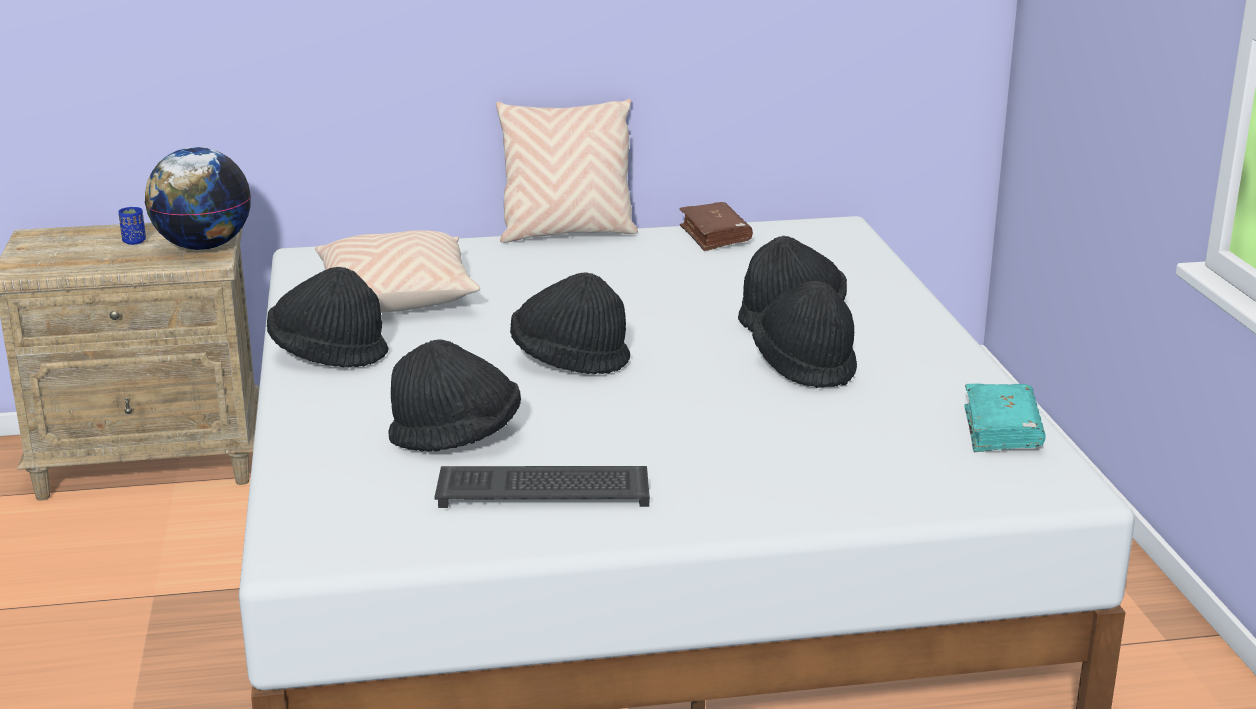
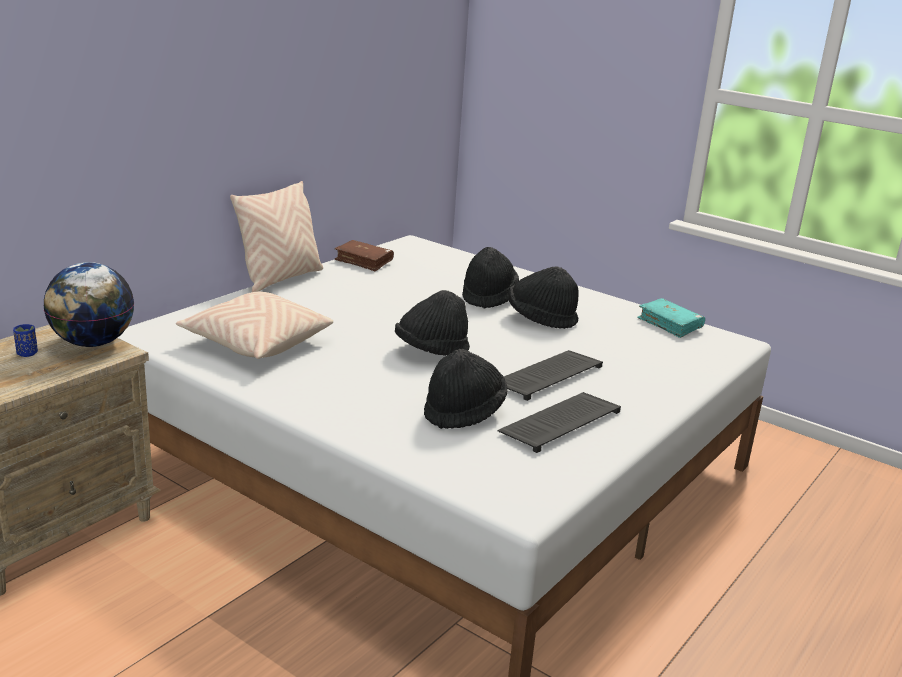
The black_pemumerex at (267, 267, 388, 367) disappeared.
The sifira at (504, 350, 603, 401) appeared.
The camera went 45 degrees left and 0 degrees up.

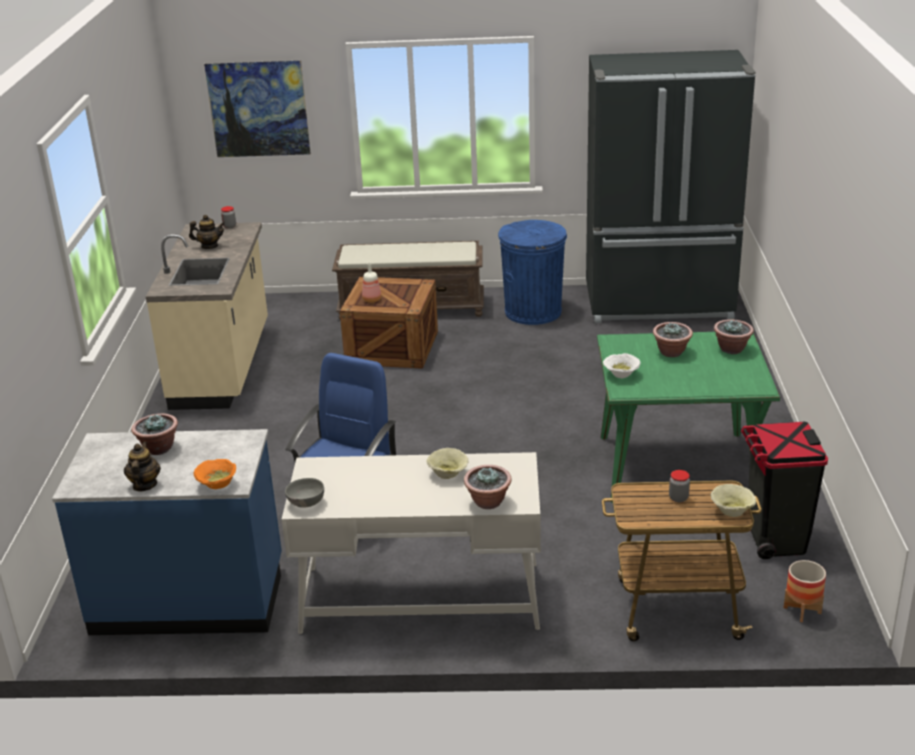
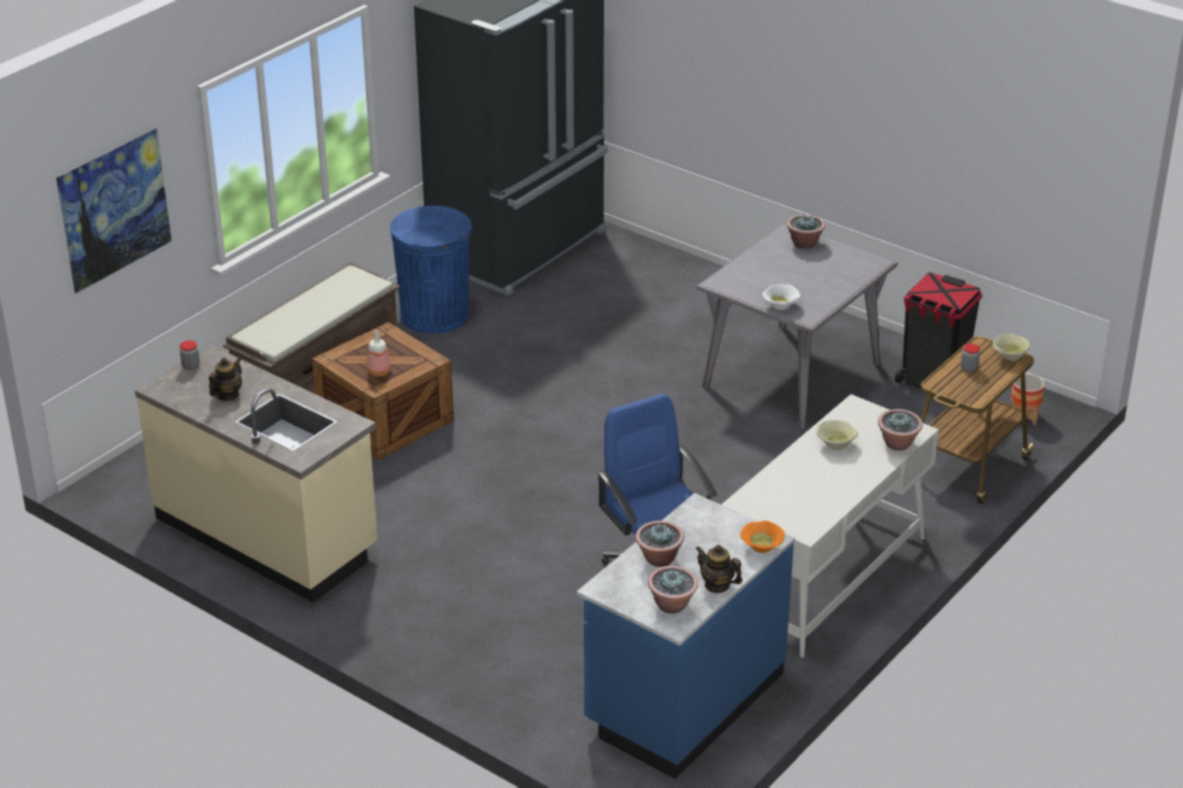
The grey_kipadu at (285, 478, 324, 508) disappeared.
The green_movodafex at (597, 332, 780, 503) became the grey_movodafex at (697, 222, 898, 428).
The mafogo moved from (653, 322, 693, 357) to (648, 566, 698, 614).
The camera went 55 degrees left and 5 degrees up.

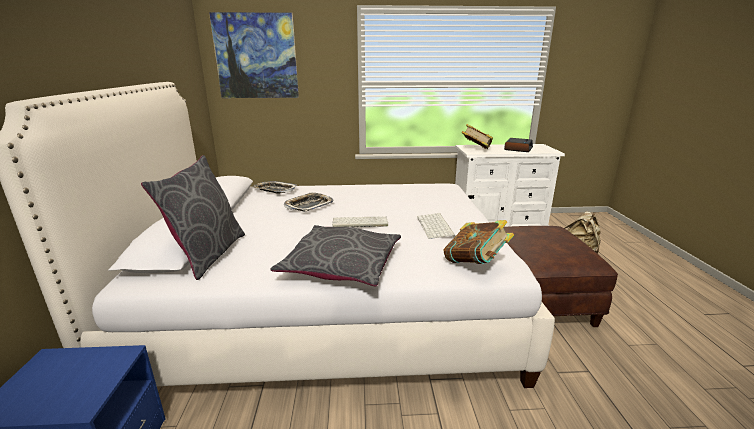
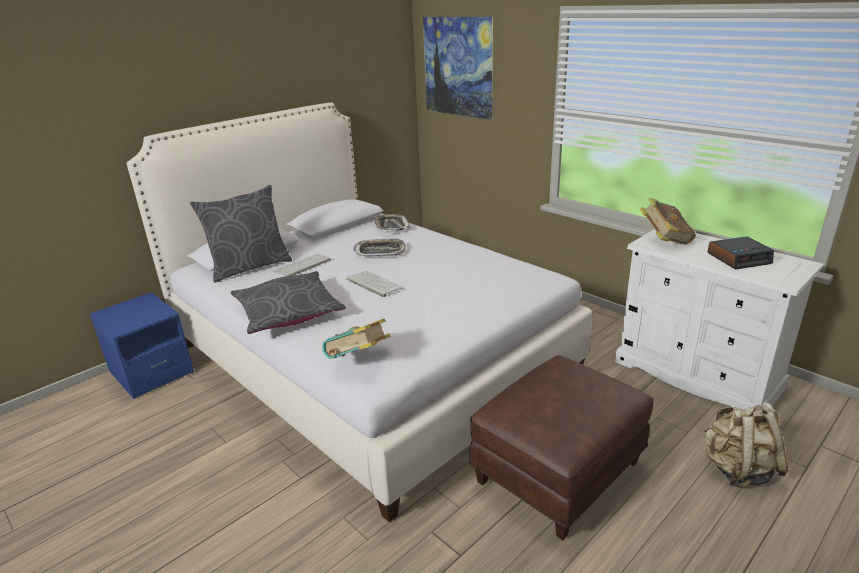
The sifira moved from (417, 213, 456, 239) to (273, 254, 331, 277).
The camera went 50 degrees right and 5 degrees up.

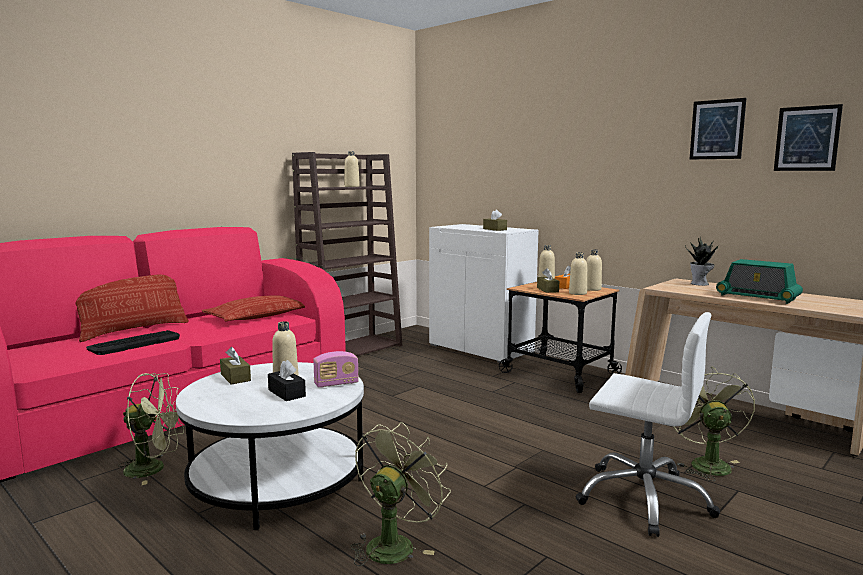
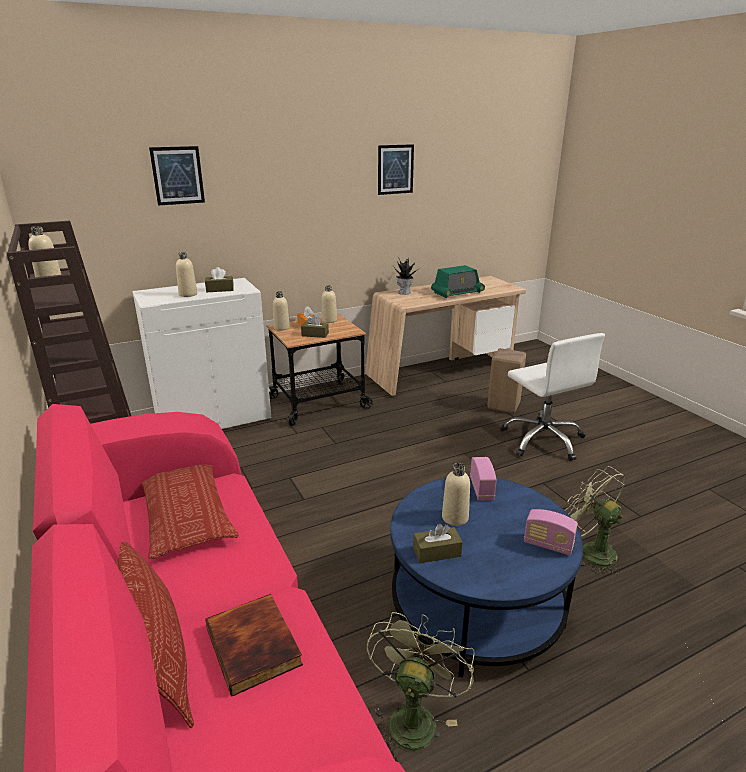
The sifira at (86, 330, 180, 355) was replaced by the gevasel at (205, 594, 303, 697).
The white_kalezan at (176, 362, 364, 530) became the blue_kalezan at (390, 476, 583, 678).
The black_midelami at (268, 360, 306, 401) disappeared.
The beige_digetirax moved from (569, 252, 587, 295) to (176, 252, 197, 297).
The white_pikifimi at (576, 312, 720, 537) turned 105 degrees clockwise.
The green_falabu at (673, 366, 755, 481) was replaced by the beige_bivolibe at (487, 348, 526, 413).
The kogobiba moved from (774, 104, 843, 171) to (149, 146, 205, 206).
The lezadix at (524, 509, 578, 555) appeared.
The camera went 70 degrees left and 15 degrees up.

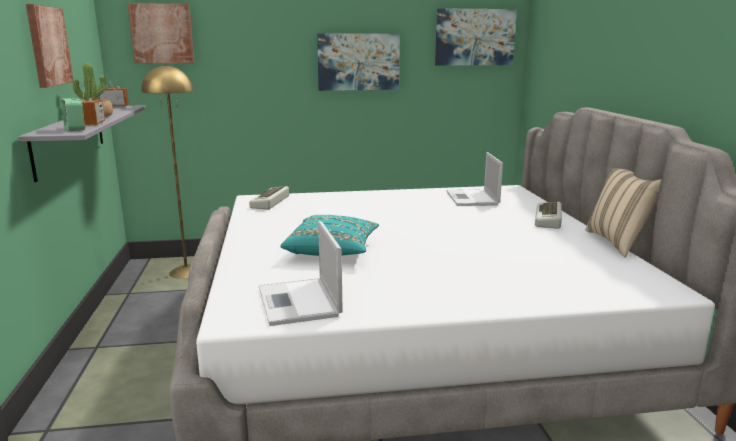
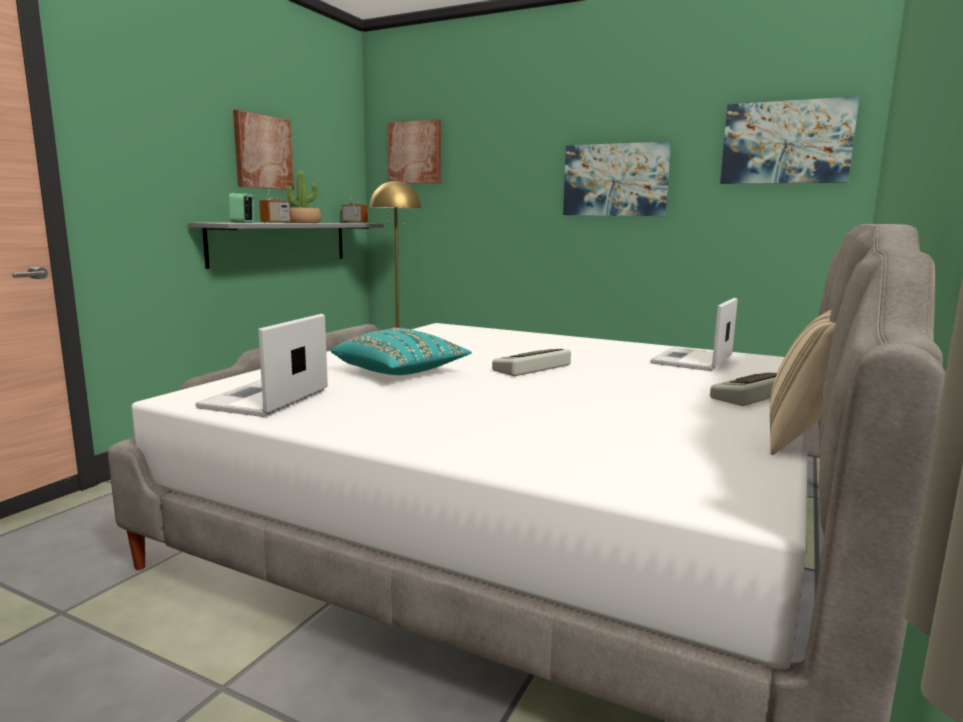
The sifira moved from (249, 186, 289, 210) to (492, 349, 571, 376).
The camera went 35 degrees right and 5 degrees down.

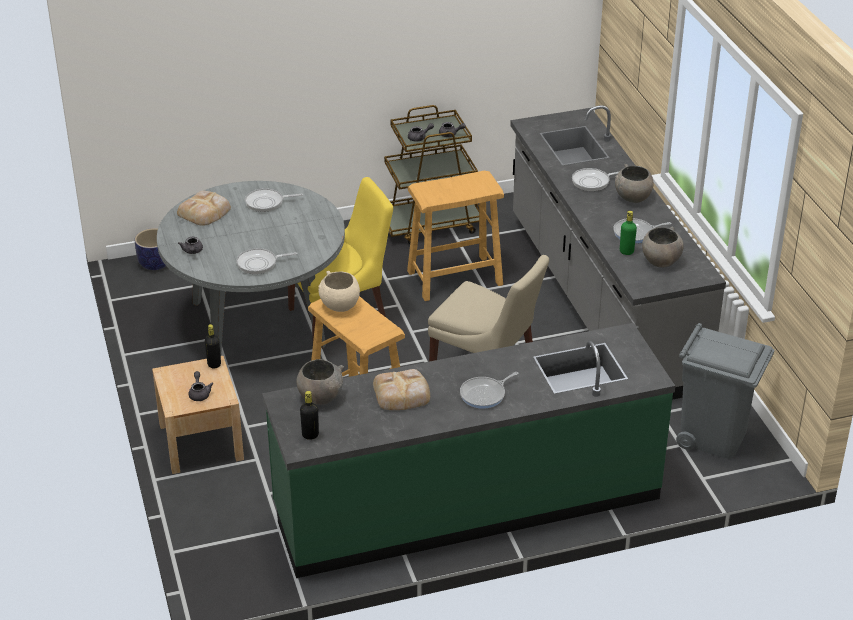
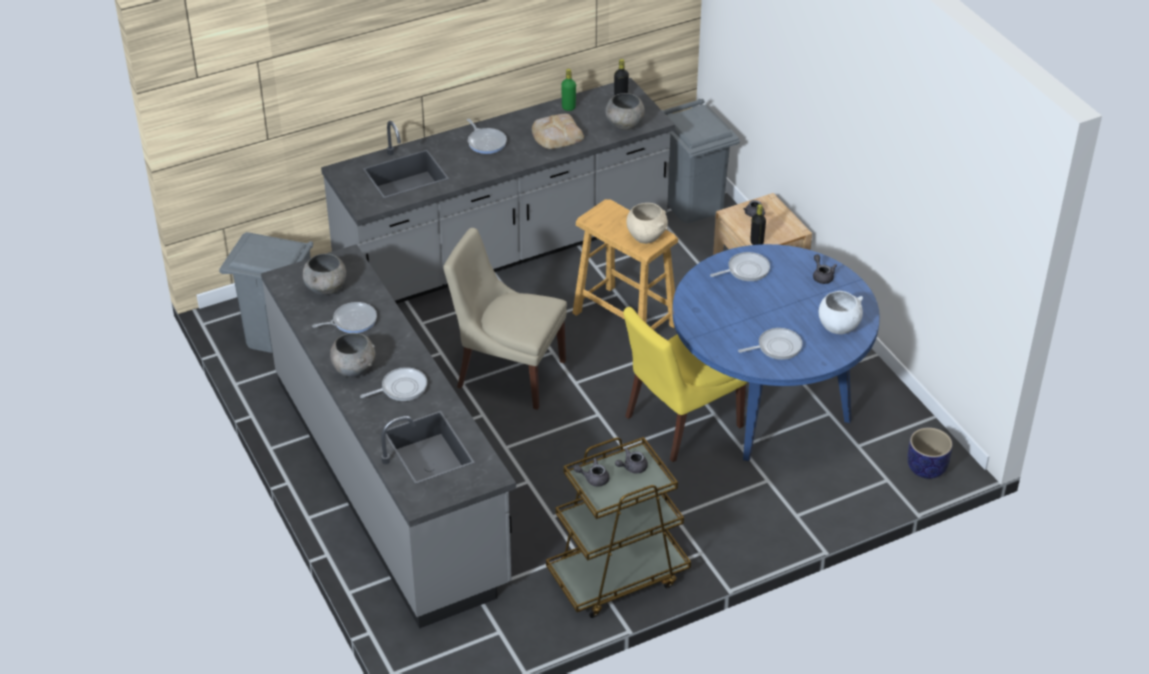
The grey_movodafex at (157, 181, 345, 355) became the blue_movodafex at (672, 244, 880, 461).
The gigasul at (177, 191, 231, 226) was replaced by the white_kipadu at (819, 291, 863, 334).
The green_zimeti at (262, 323, 675, 578) became the grey_zimeti at (321, 78, 675, 304).
The beige_bivolibe at (407, 171, 504, 301) disappeared.
The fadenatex at (460, 372, 518, 409) turned 105 degrees clockwise.
The green_digetirax moved from (620, 211, 637, 255) to (561, 69, 576, 111).
The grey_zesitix at (662, 99, 740, 223) appeared.
The camera went 170 degrees right and 5 degrees up.

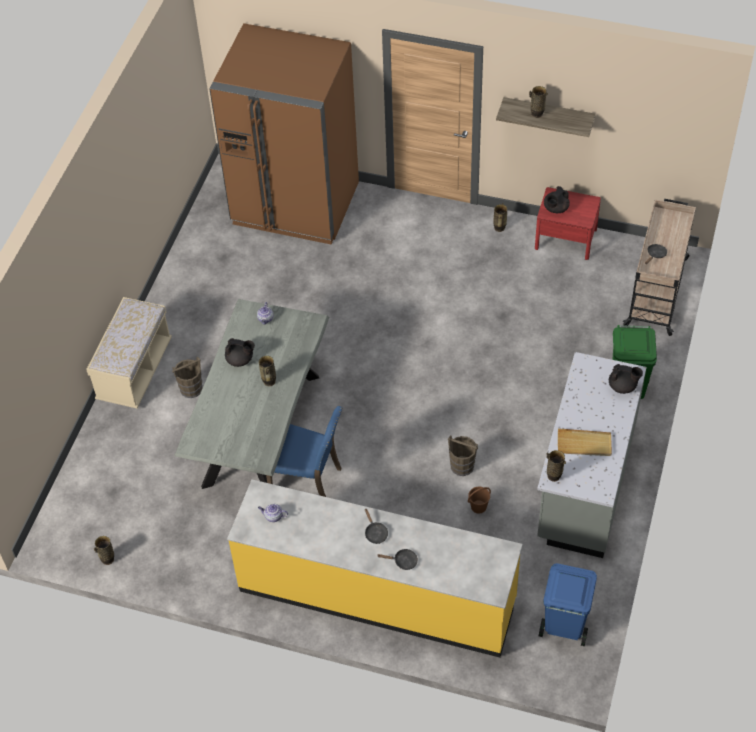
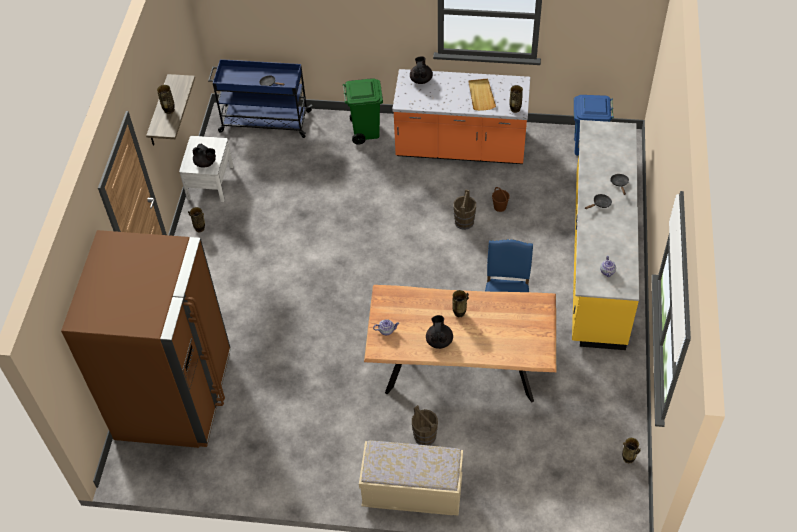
The grey_movodafex at (174, 299, 329, 489) became the brown_movodafex at (364, 285, 556, 403).
The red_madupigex at (535, 187, 601, 260) became the white_madupigex at (179, 136, 234, 202).
The grey_zimeti at (537, 352, 647, 558) became the orange_zimeti at (392, 69, 530, 164).
The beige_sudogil at (623, 199, 696, 336) became the blue_sudogil at (208, 59, 312, 138).
The camera went 100 degrees left and 0 degrees up.

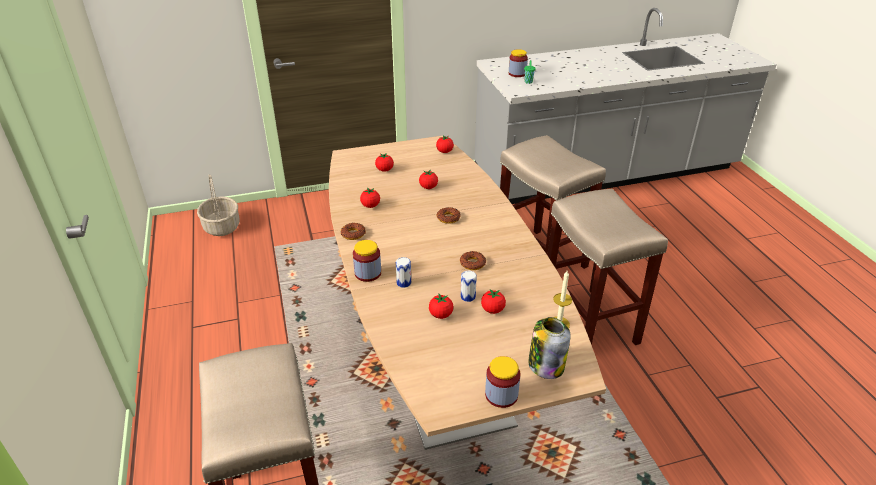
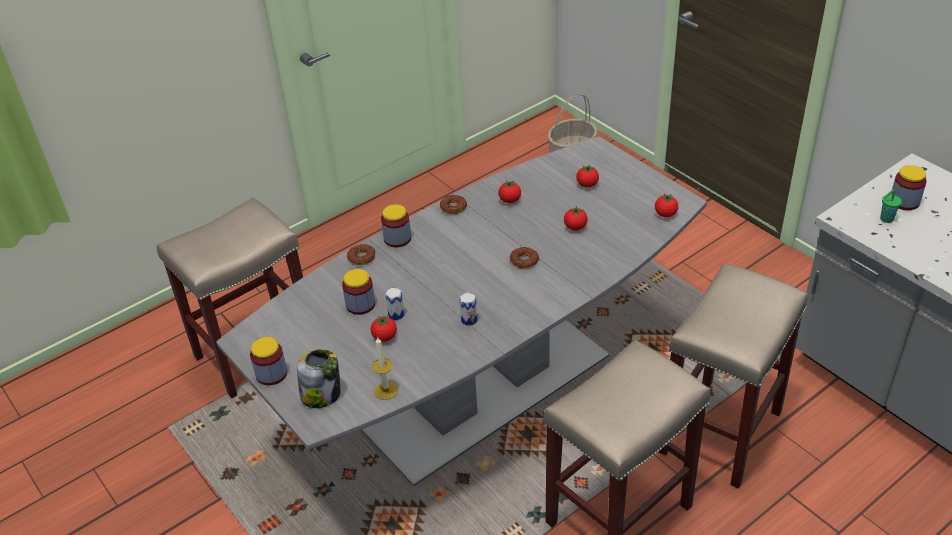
The brown_movodafex at (329, 136, 606, 450) became the grey_movodafex at (216, 136, 707, 486).
The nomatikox moved from (396, 257, 411, 288) to (459, 293, 478, 326).
The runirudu at (429, 293, 453, 319) was replaced by the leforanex at (342, 269, 375, 315).
The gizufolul moved from (460, 251, 486, 270) to (347, 244, 375, 265).
The camera went 70 degrees right and 5 degrees up.

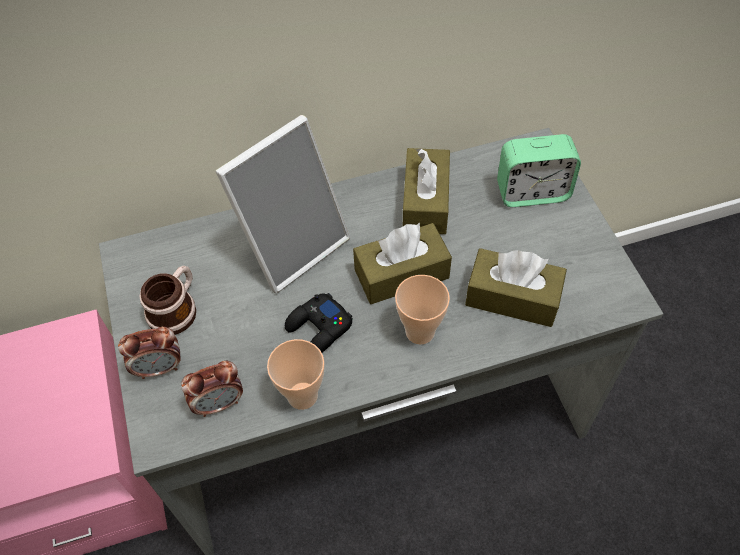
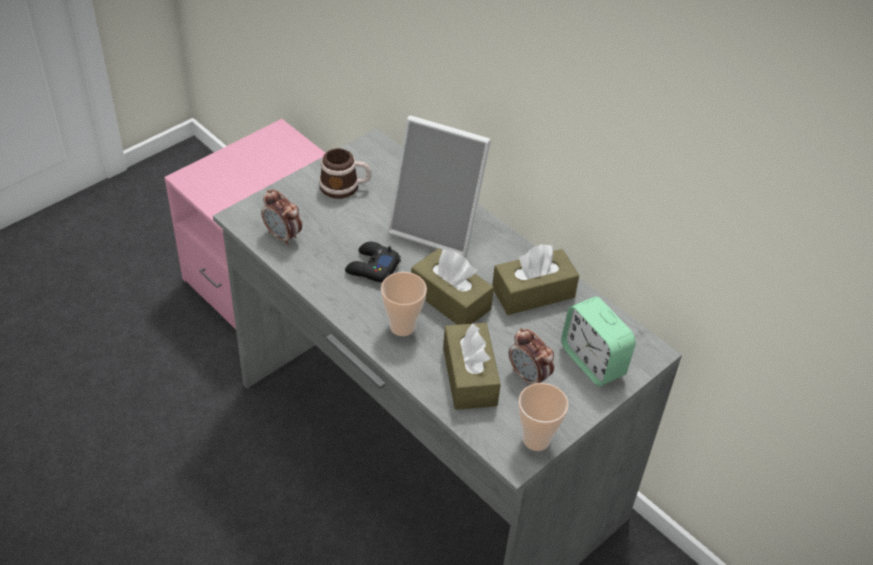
The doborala moved from (118, 327, 180, 379) to (509, 328, 554, 384).
The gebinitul moved from (267, 339, 325, 410) to (518, 383, 568, 451).
The camera went 60 degrees right and 10 degrees down.

